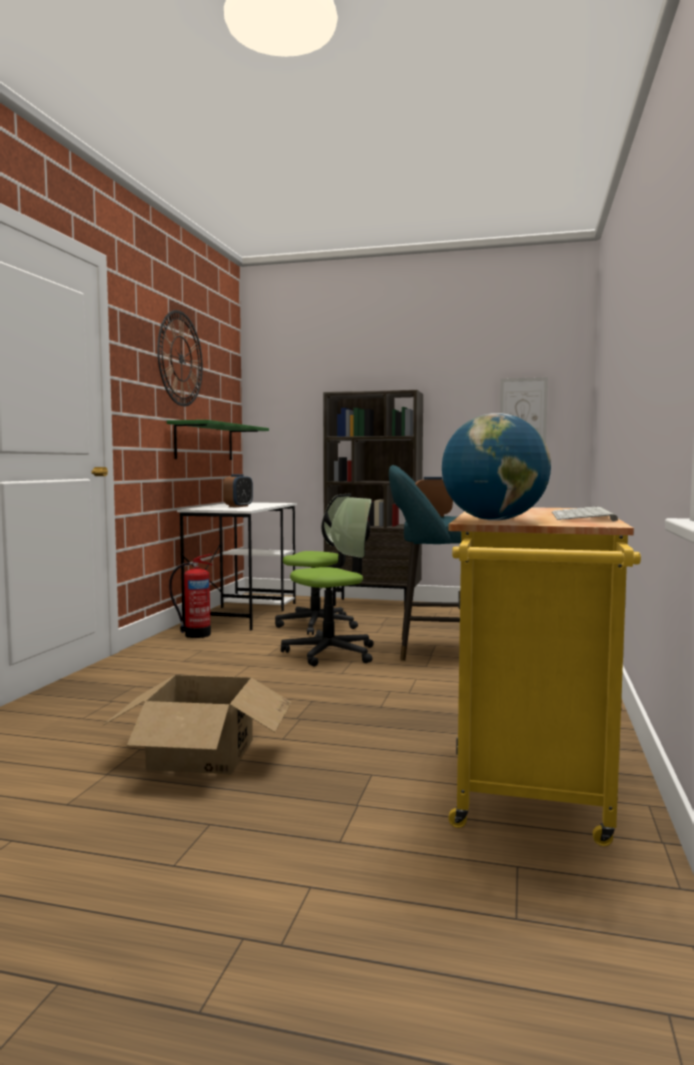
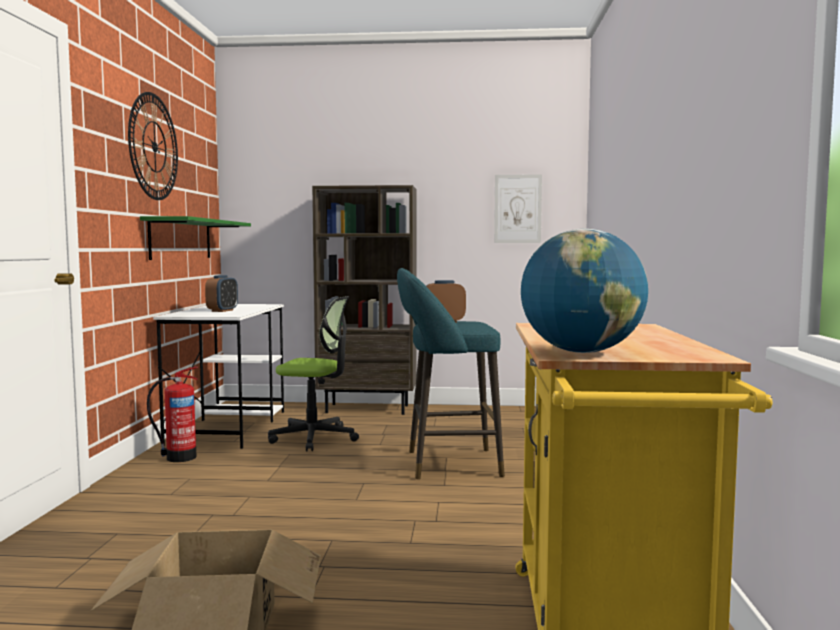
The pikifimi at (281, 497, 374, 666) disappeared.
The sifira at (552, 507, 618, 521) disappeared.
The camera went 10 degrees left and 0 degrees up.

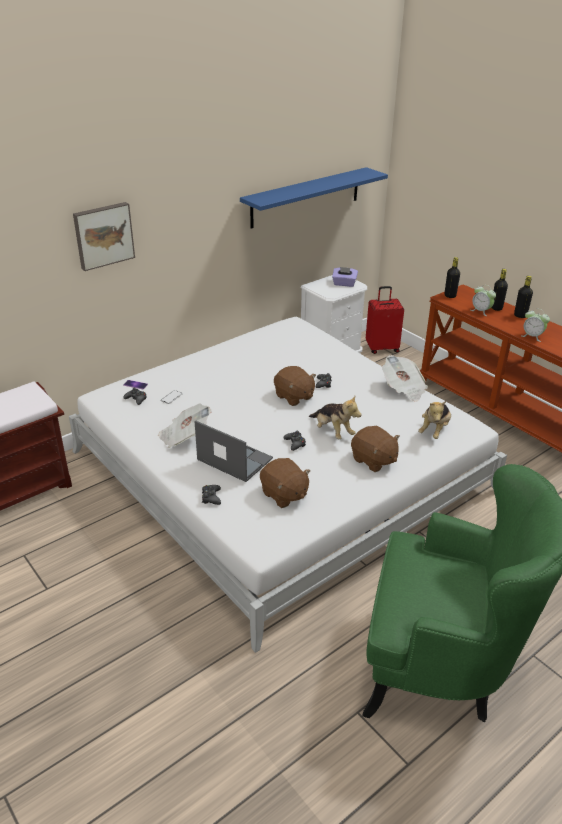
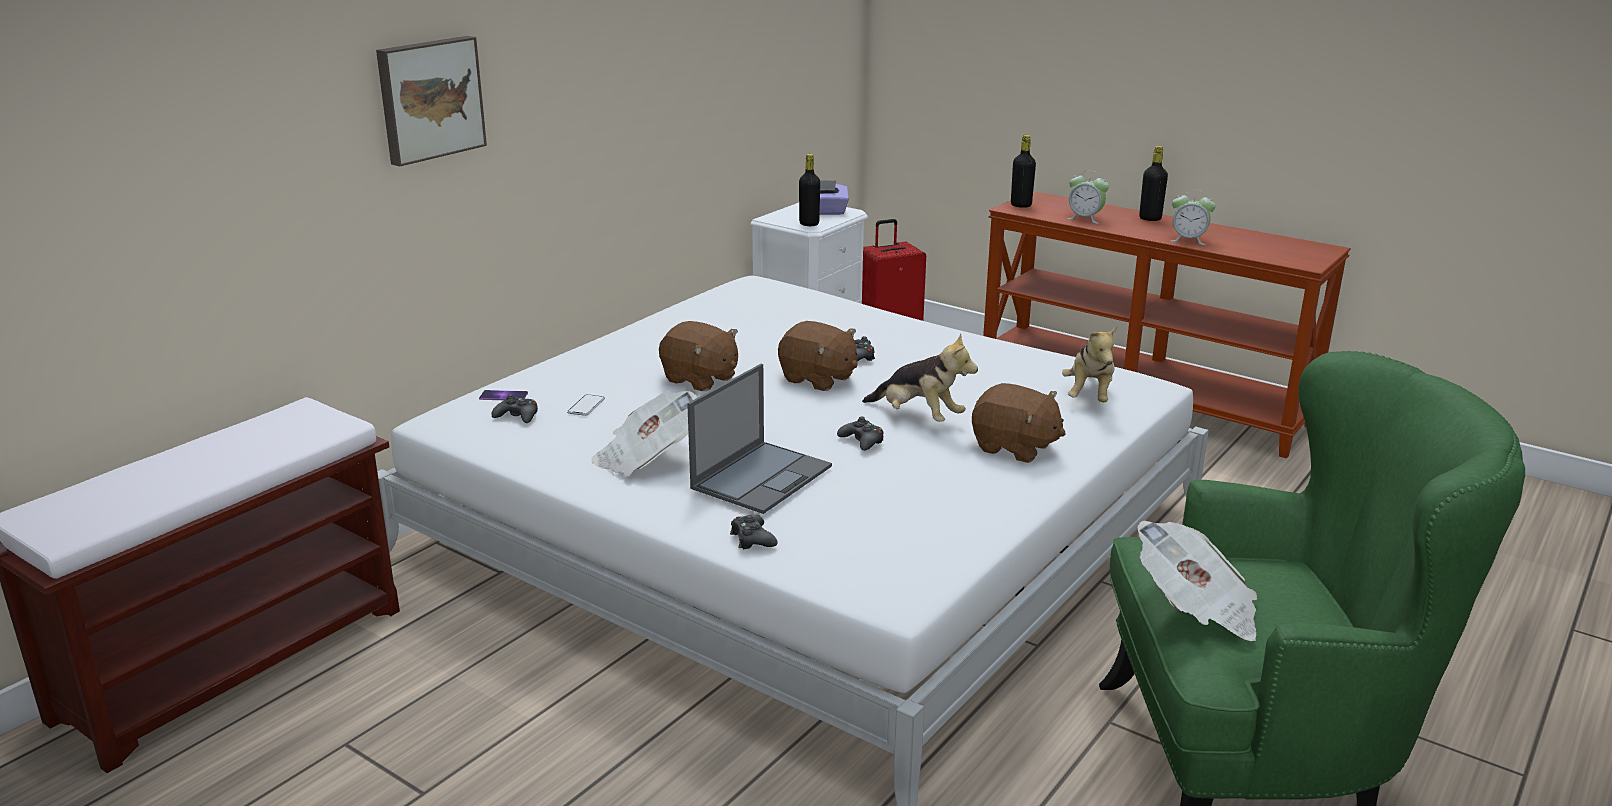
The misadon at (195, 420, 273, 482) turned 105 degrees clockwise.
The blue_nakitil at (240, 167, 388, 229) disappeared.
The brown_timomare moved from (260, 458, 311, 508) to (659, 321, 738, 391).
The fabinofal moved from (382, 355, 428, 402) to (1137, 520, 1257, 641).
The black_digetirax moved from (491, 269, 508, 311) to (799, 154, 820, 226).
The camera went 15 degrees left and 10 degrees down.

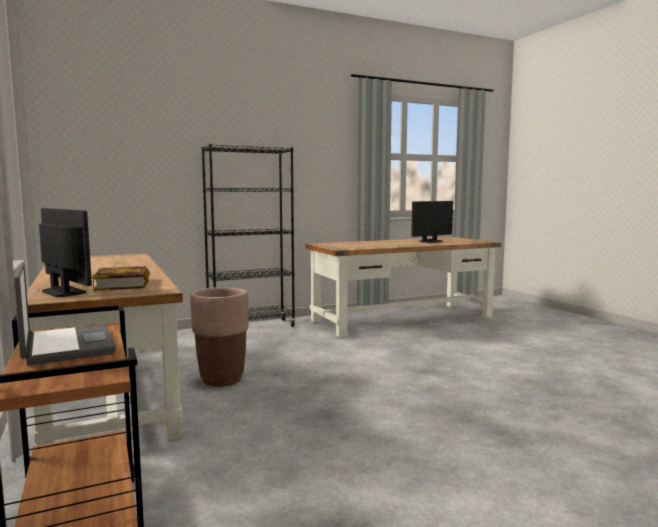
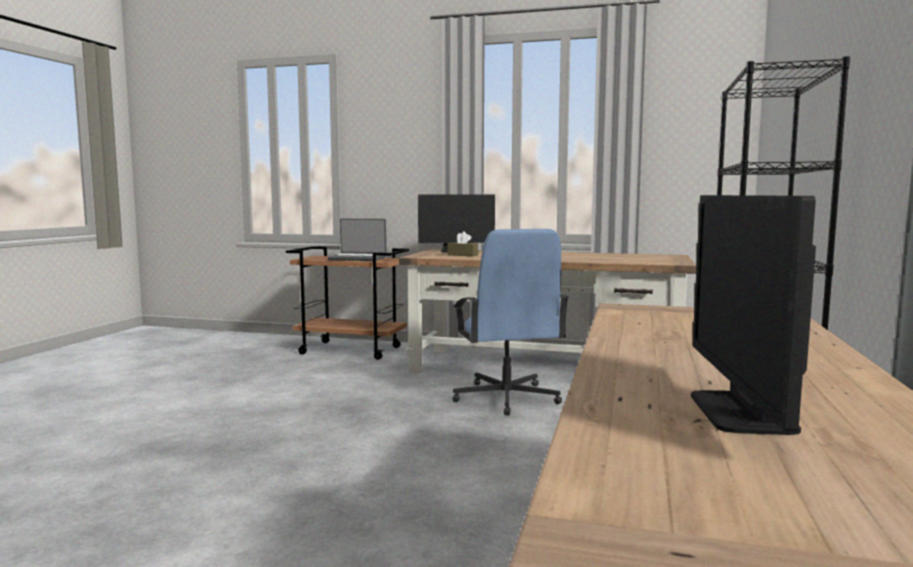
The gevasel at (93, 266, 150, 291) was replaced by the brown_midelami at (448, 231, 478, 256).
The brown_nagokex at (190, 287, 249, 387) was replaced by the blue_pikifimi at (453, 229, 569, 416).
The camera went 130 degrees right and 0 degrees up.

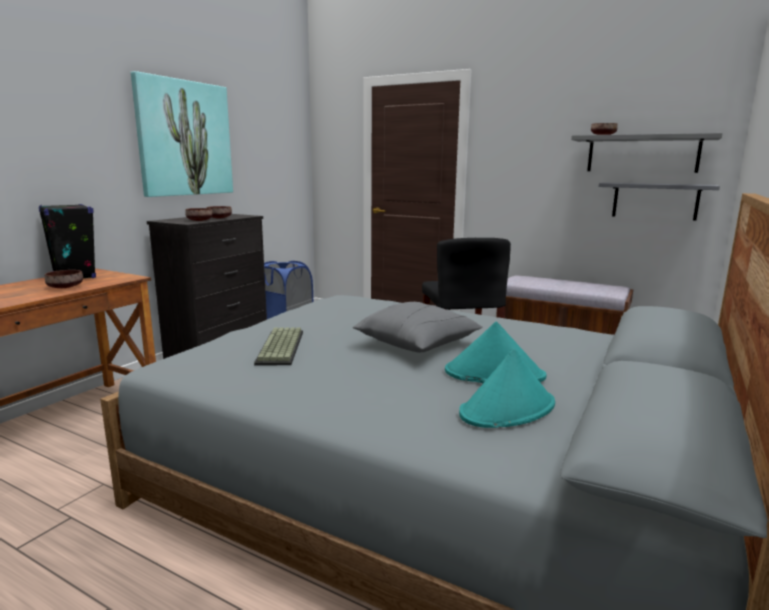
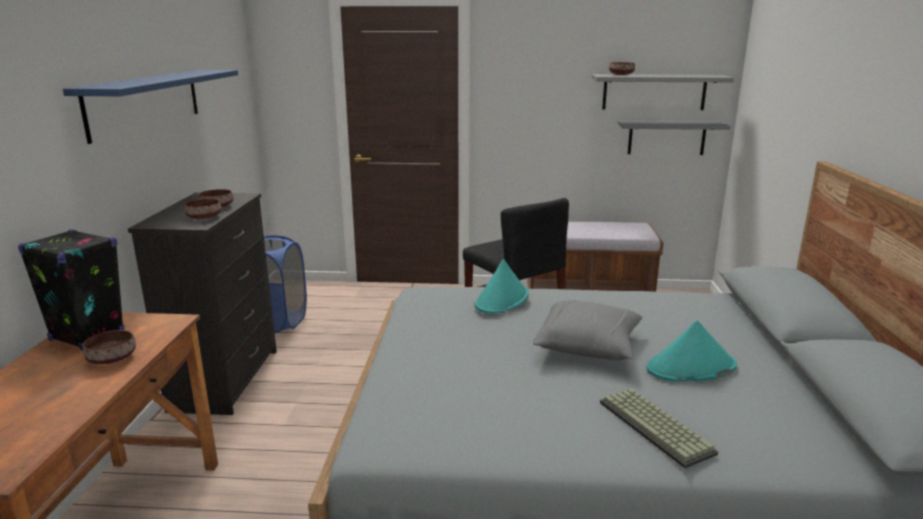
The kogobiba at (131, 71, 233, 197) was replaced by the blue_nakitil at (63, 70, 238, 144).
The sifira moved from (254, 327, 303, 365) to (600, 388, 718, 468).
The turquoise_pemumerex moved from (459, 348, 555, 428) to (474, 259, 529, 314).
The camera went 25 degrees left and 5 degrees up.

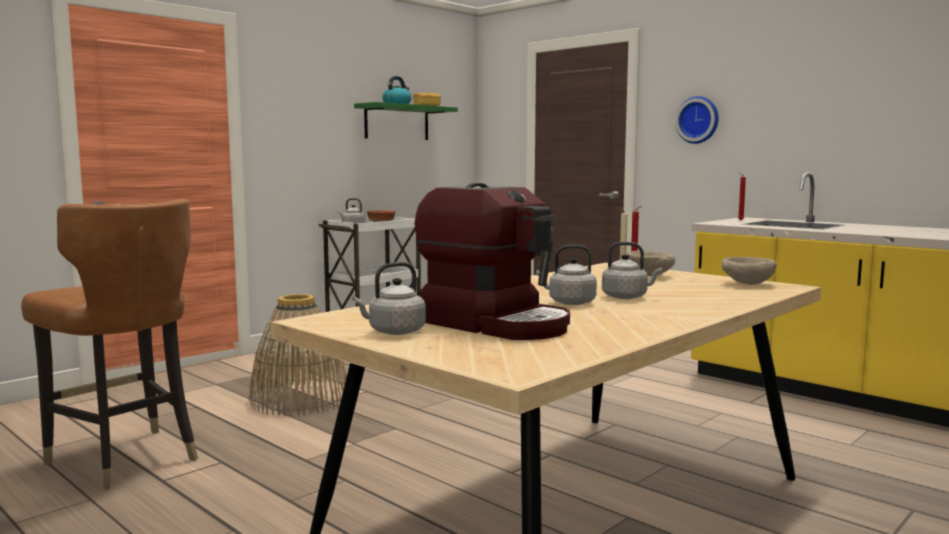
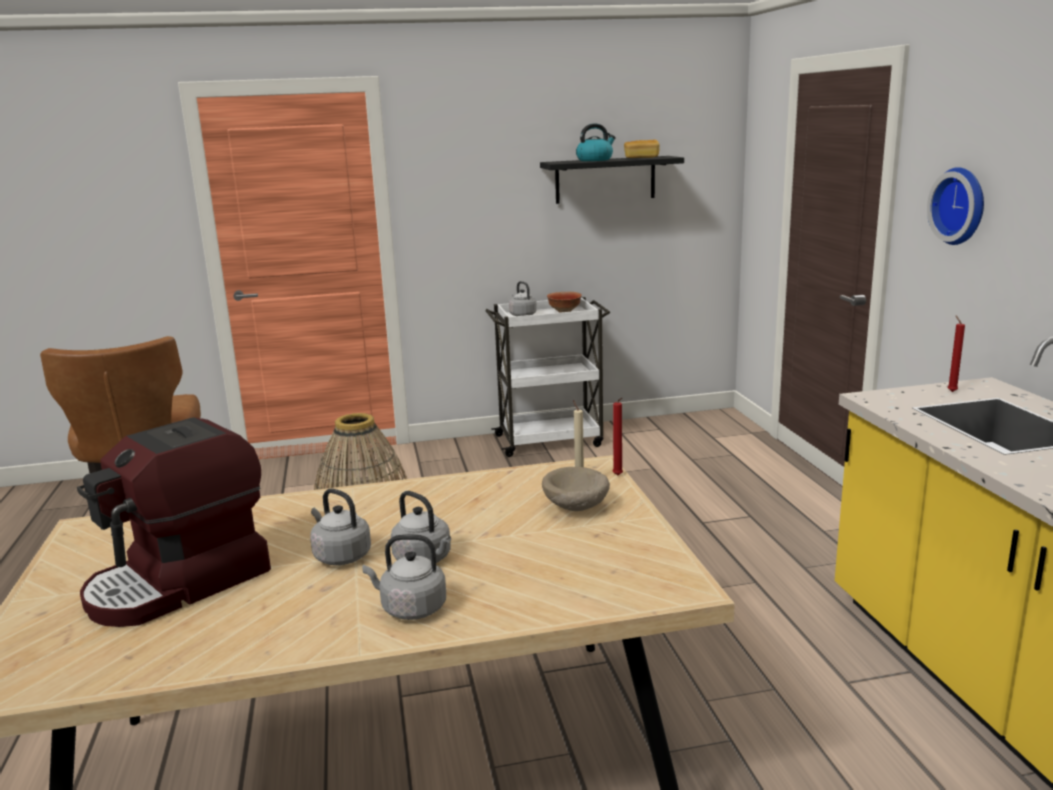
The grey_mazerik moved from (352, 262, 426, 335) to (362, 534, 446, 620).
The green_nakitil at (354, 102, 458, 140) became the black_nakitil at (540, 156, 684, 204).
The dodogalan at (415, 183, 570, 340) turned 60 degrees clockwise.
The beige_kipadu at (721, 257, 777, 285) disappeared.
The camera went 35 degrees right and 10 degrees up.

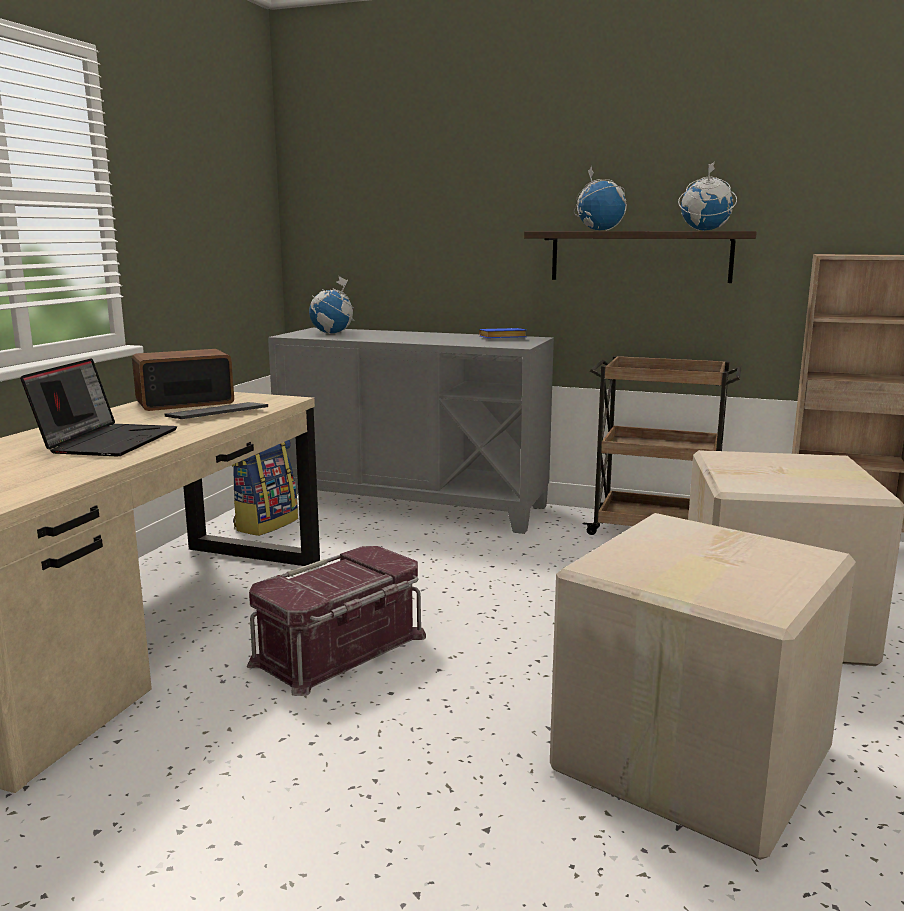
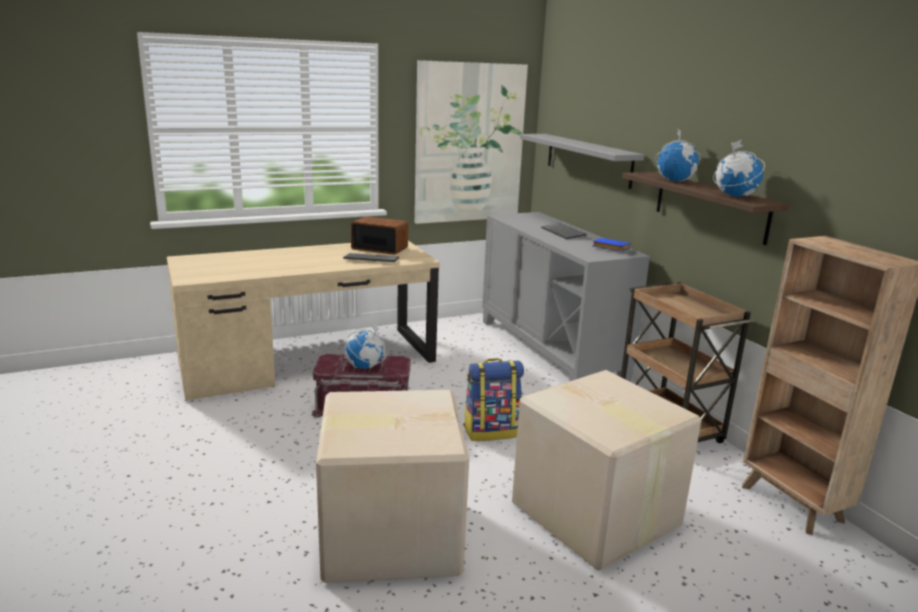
The misadon at (20, 358, 177, 456) disappeared.
The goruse moved from (232, 440, 298, 536) to (464, 358, 524, 441).
The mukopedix moved from (309, 276, 354, 334) to (345, 323, 386, 369).
The kogobiba at (415, 60, 528, 224) appeared.
The grey_nakitil at (520, 134, 644, 189) appeared.
The sifira at (541, 223, 586, 239) appeared.
The camera went 45 degrees right and 5 degrees up.

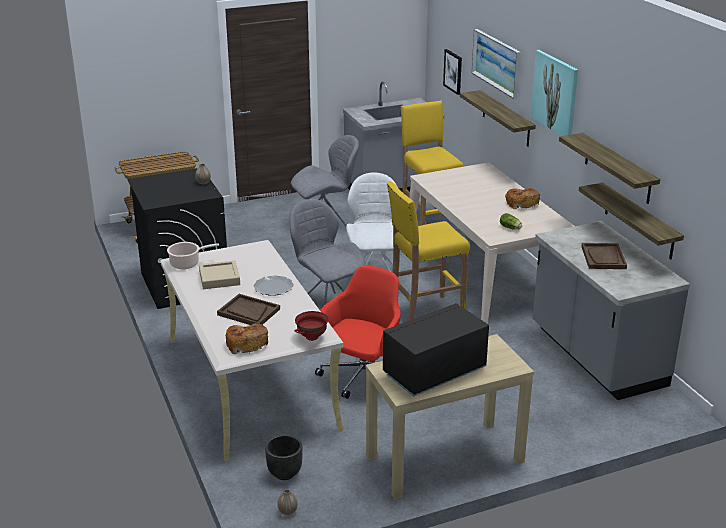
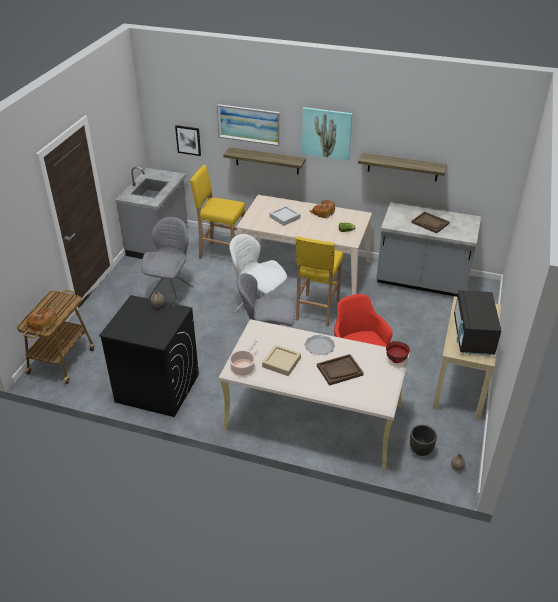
The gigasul moved from (226, 323, 268, 354) to (24, 307, 57, 332).
The nakitil at (579, 182, 684, 259) disappeared.
The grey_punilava at (269, 205, 300, 226) appeared.
The camera went 50 degrees left and 10 degrees up.

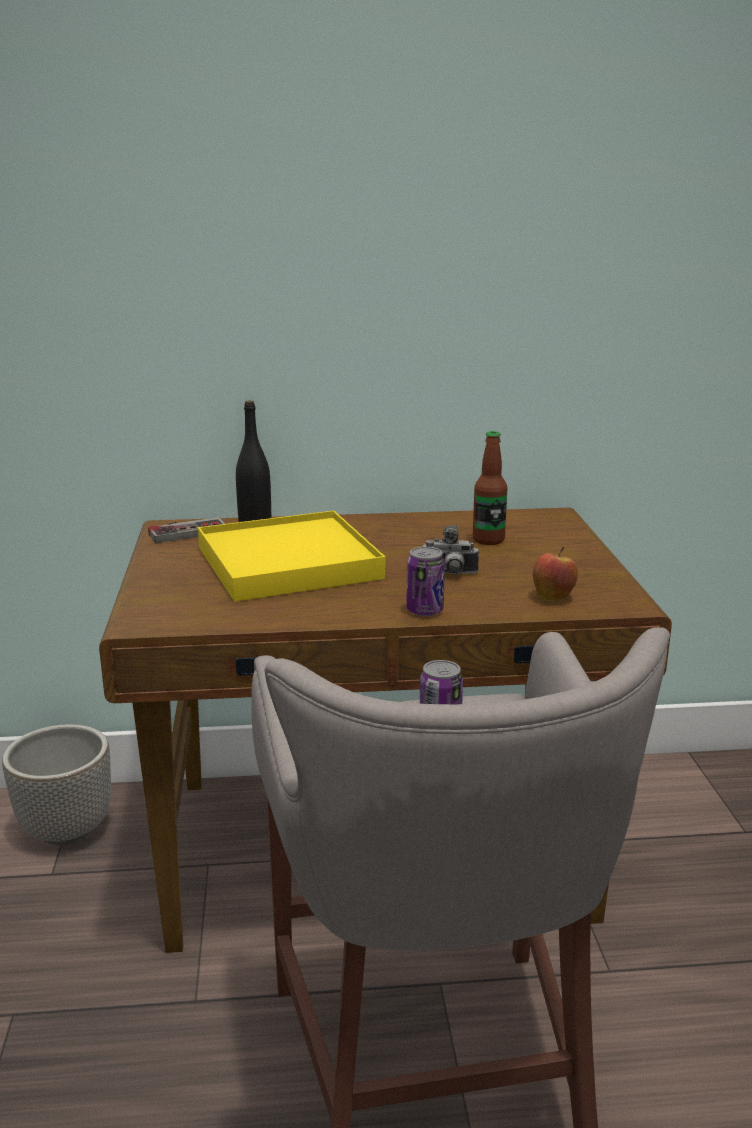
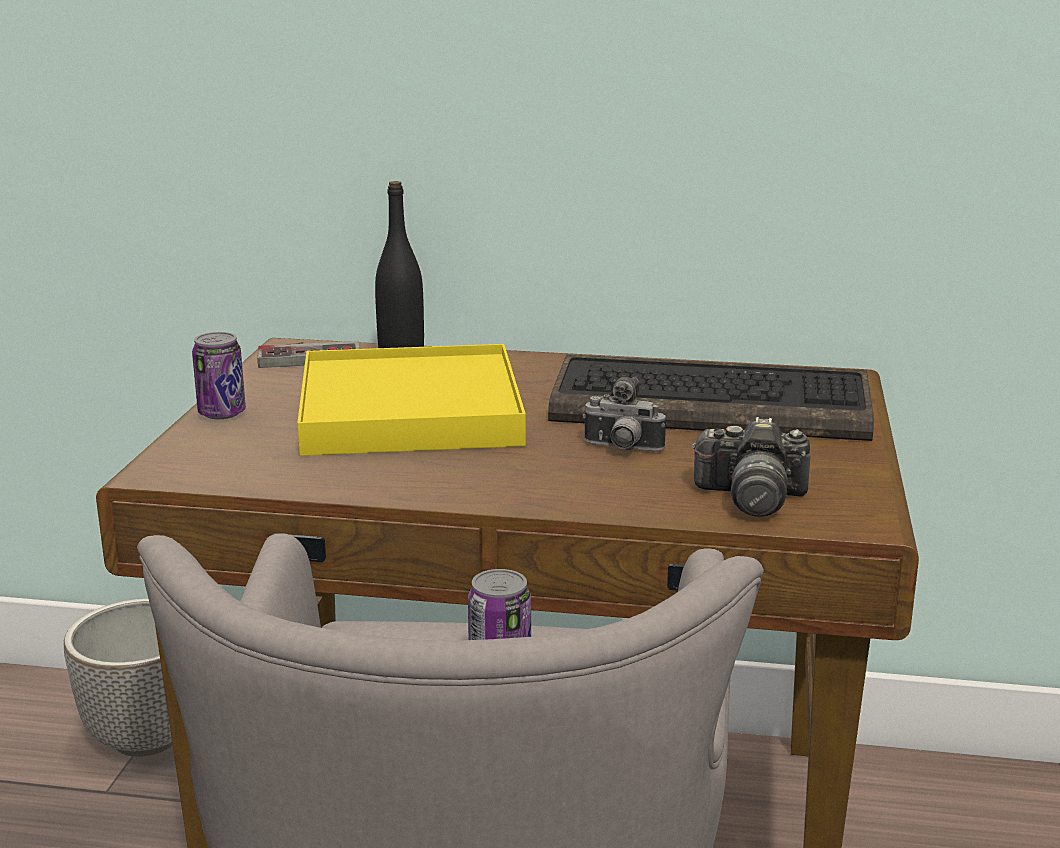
The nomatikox moved from (406, 547, 445, 616) to (192, 332, 246, 419).
The digetirax at (473, 431, 507, 545) was replaced by the sifira at (548, 354, 874, 441).
The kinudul at (533, 547, 578, 601) was replaced by the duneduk at (691, 417, 810, 517).
The camera went 15 degrees right and 0 degrees up.

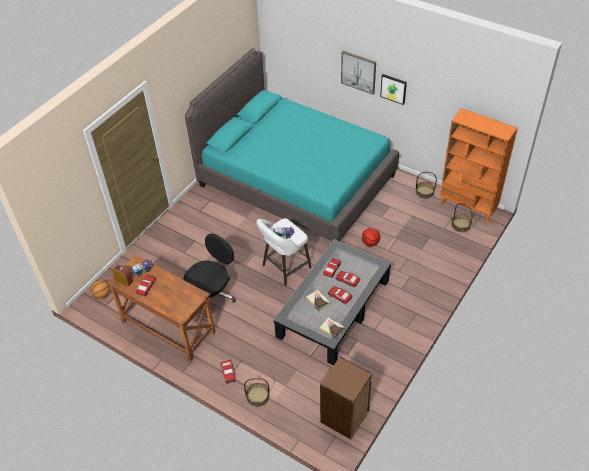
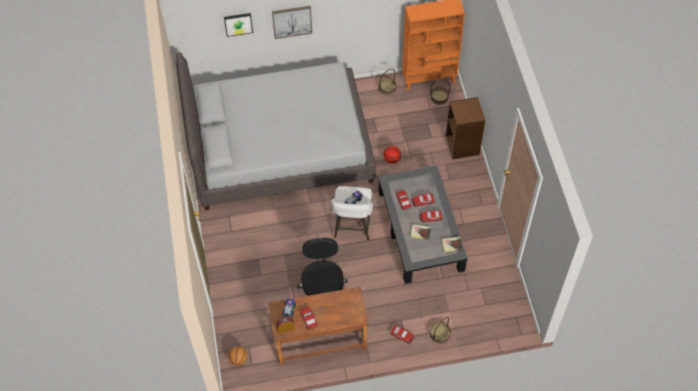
The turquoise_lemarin at (185, 48, 399, 241) became the grey_lemarin at (176, 52, 376, 210).
The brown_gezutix moved from (320, 357, 372, 439) to (446, 97, 486, 159).
The kogobiba moved from (380, 74, 407, 105) to (224, 13, 253, 37).
The camera went 45 degrees left and 10 degrees up.

